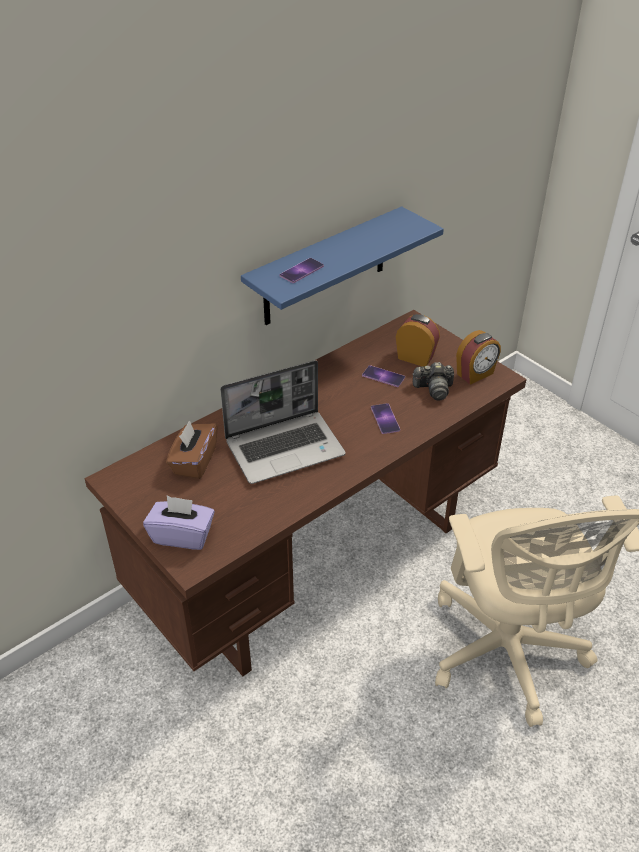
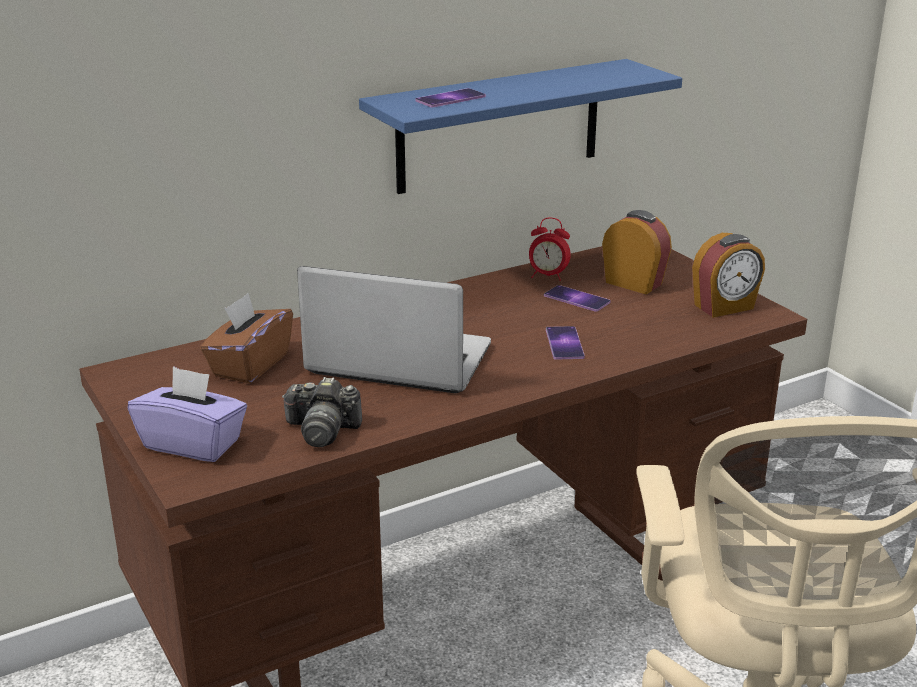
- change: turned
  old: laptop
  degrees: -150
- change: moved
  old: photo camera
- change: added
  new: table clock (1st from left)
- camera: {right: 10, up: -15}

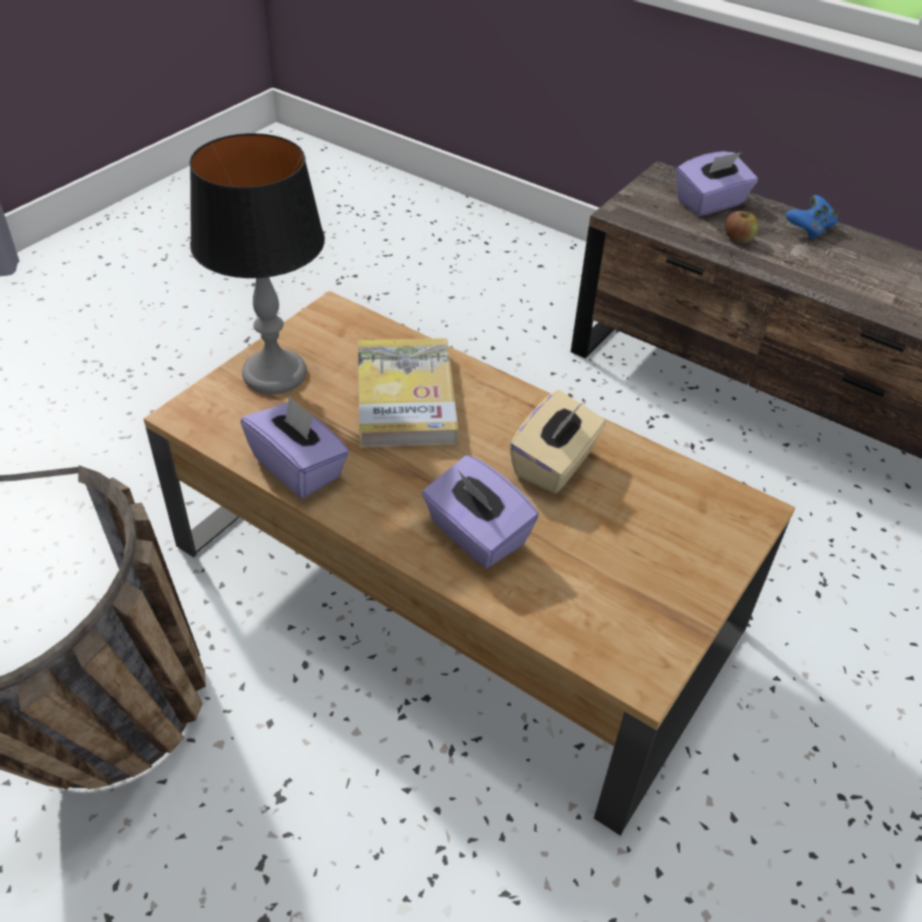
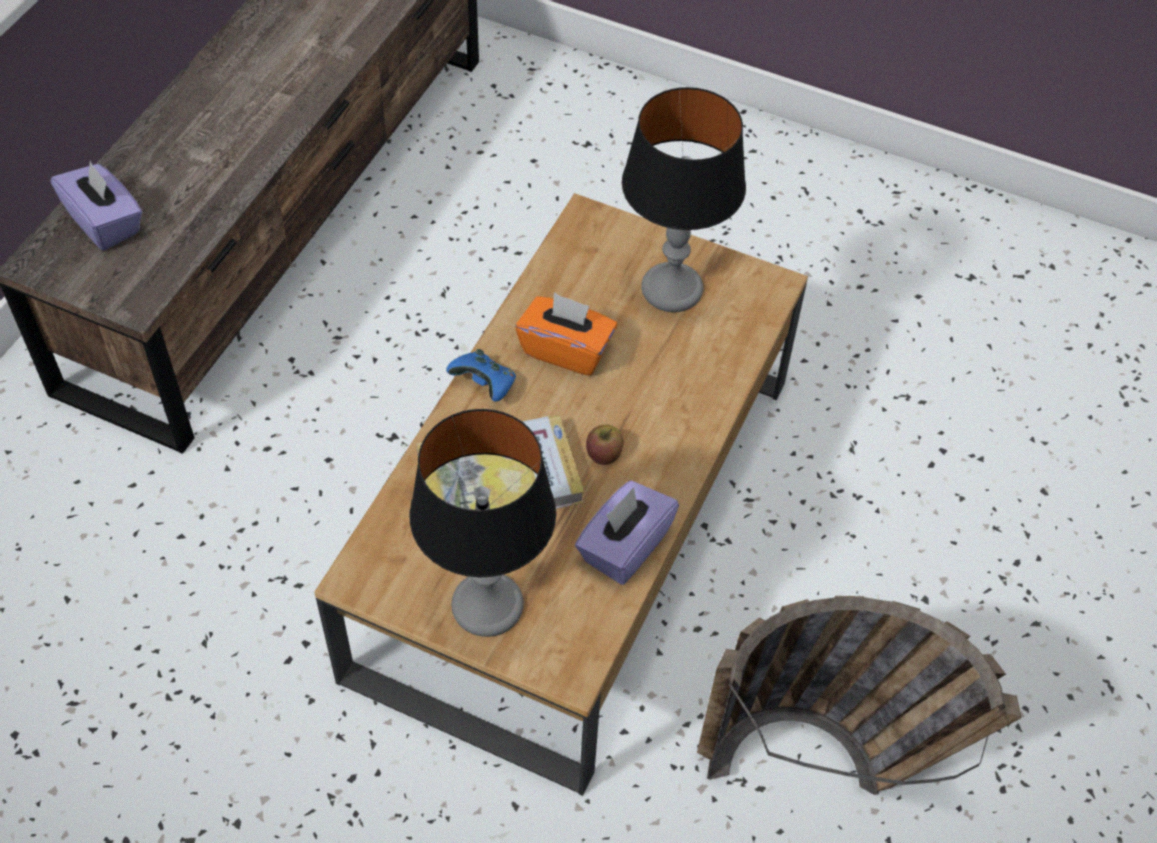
- change: removed
  old: tissue box (purple-coloured) (2nd from left)
- change: recoloured
  old: tissue box (beige)
  new: tissue box (orange)
- change: moved
  old: apple fruit
- change: moved
  old: gamepad (blue-coloured)
- change: added
  new: tabletop lamp (2nd from left)
- camera: {right: -100, up: 10}

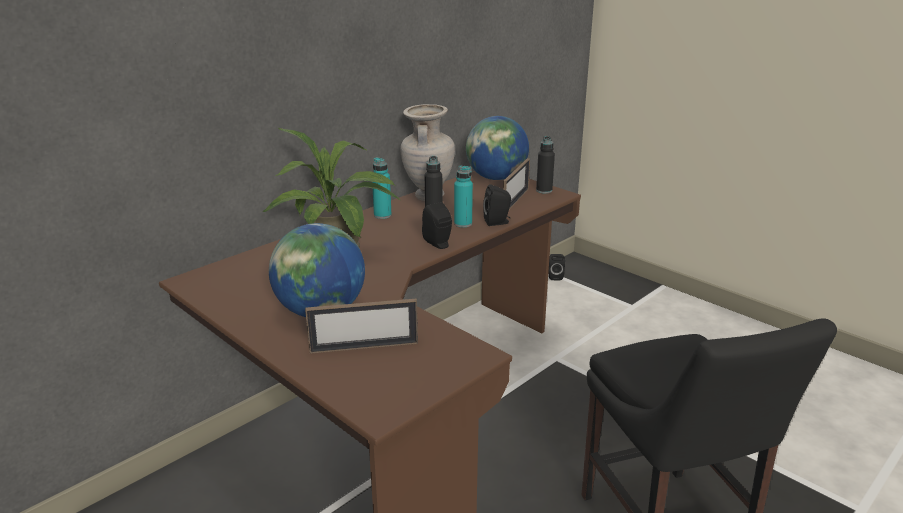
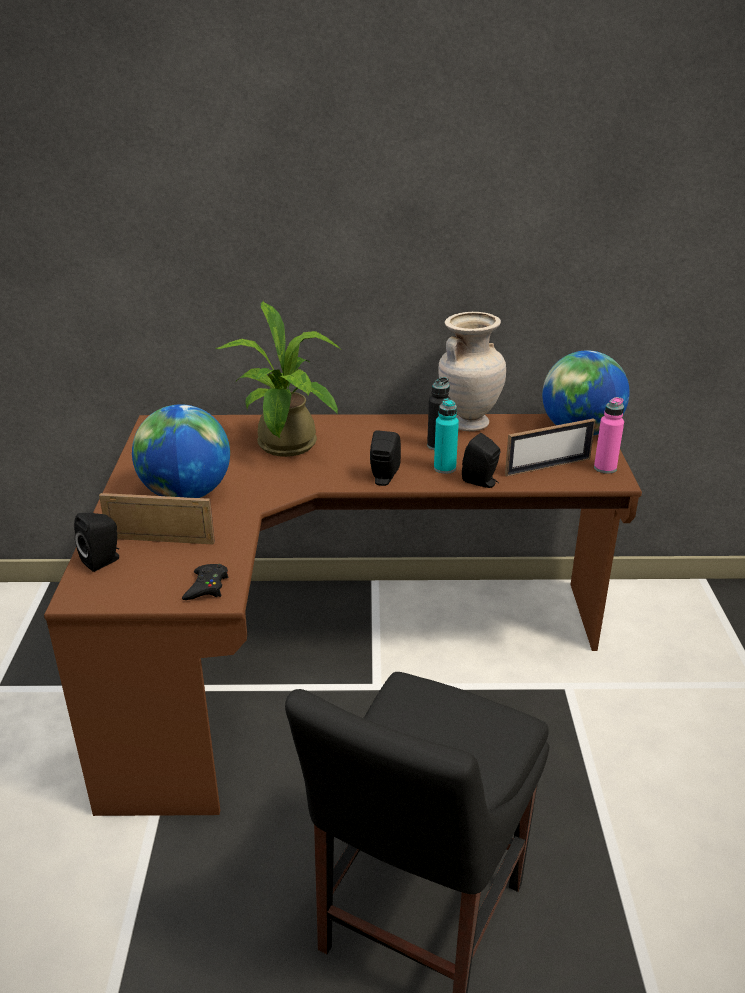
- change: turned
  old: picture frame (1st from left)
  degrees: 150
- change: removed
  old: drink bottle (turquoise) (1st from left)
- change: recoloured
  old: drink bottle (black) (2nd from left)
  new: drink bottle (pinkish)
- change: moved
  old: speaker (black) (3rd from left in the first image)
  new: speaker (black) (1st from left)
- change: added
  new: gamepad (black)
- camera: {right: 45, up: 5}

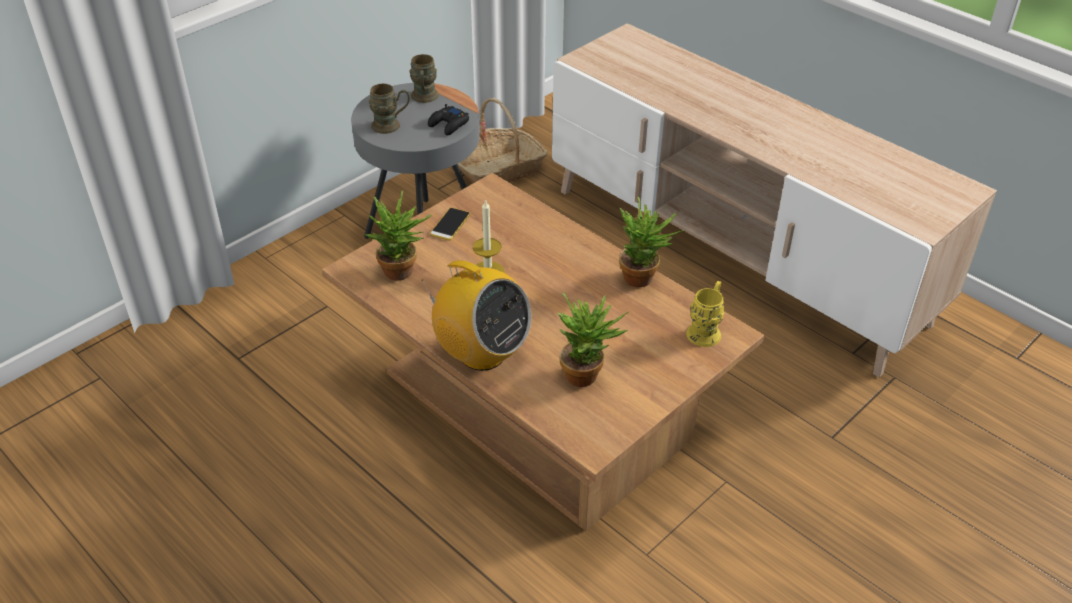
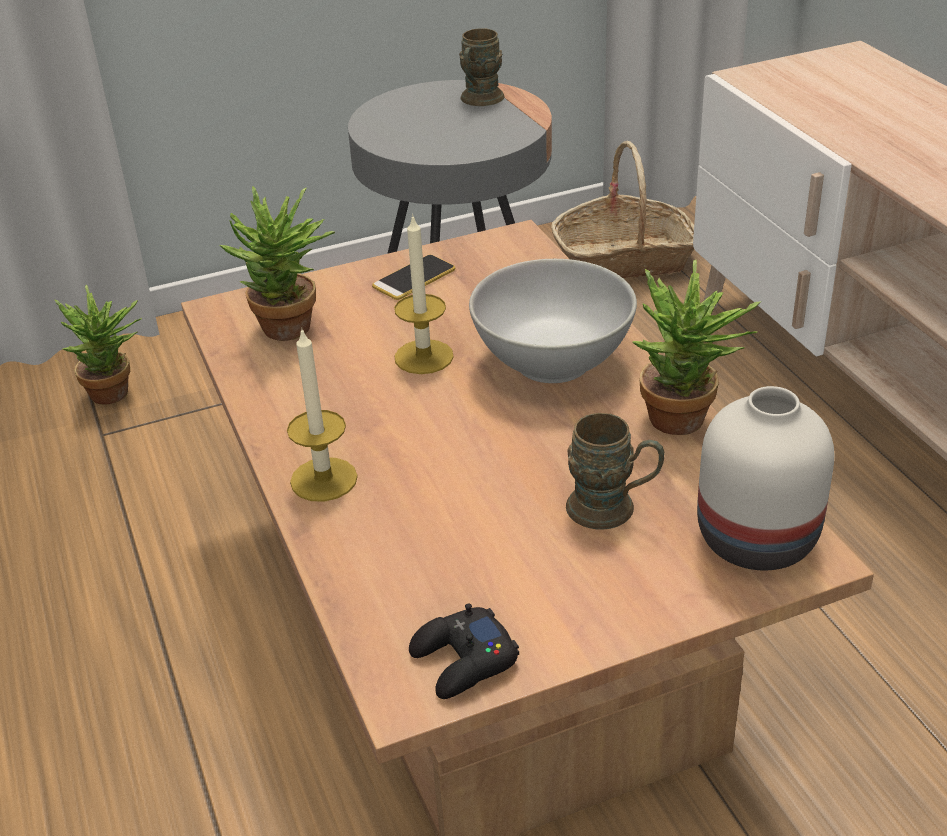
- change: moved
  old: coffee mug (brown) (1st from left in the first image)
  new: coffee mug (brown) (2nd from left)
- change: replaced
  old: radio set
  new: wax light (1st from left)
- change: moved
  old: gamepad (black)
- change: moved
  old: houseplant (2nd from left in the first image)
  new: houseplant (1st from left)
- change: replaced
  old: coffee mug (yellow)
  new: flower vase (white-coloured)
- change: added
  new: bowl (white-coloured)
- camera: {right: 25, up: -5}

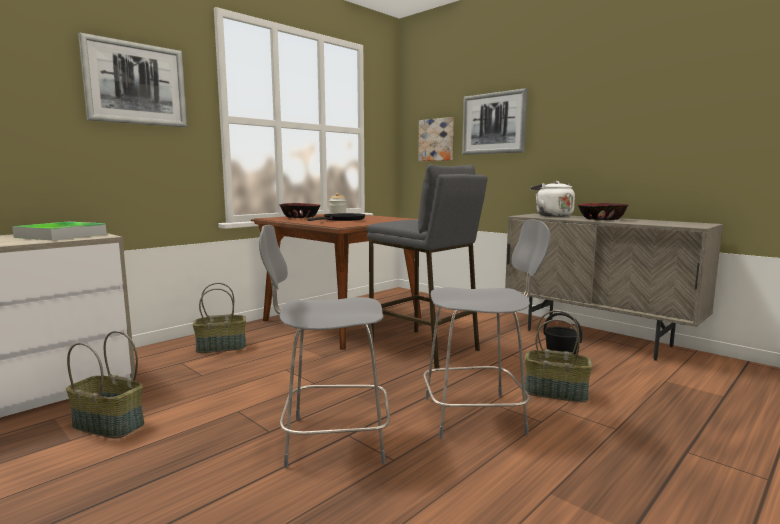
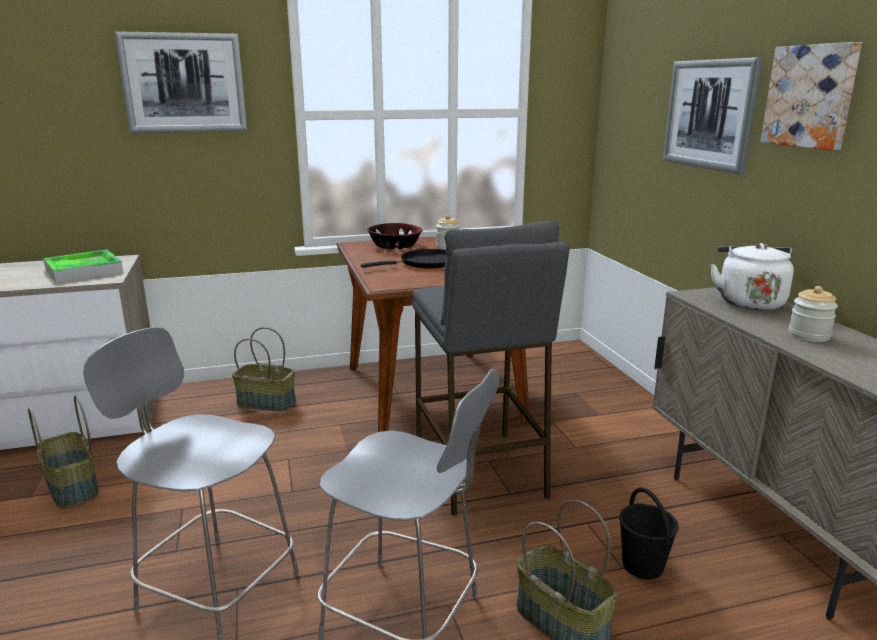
- change: moved
  old: picture (2nd from left in the first image)
  new: picture (3rd from left)
- change: replaced
  old: bowl (2nd from left)
  new: preserve jar (2nd from left)
- camera: {right: 30, up: 10}

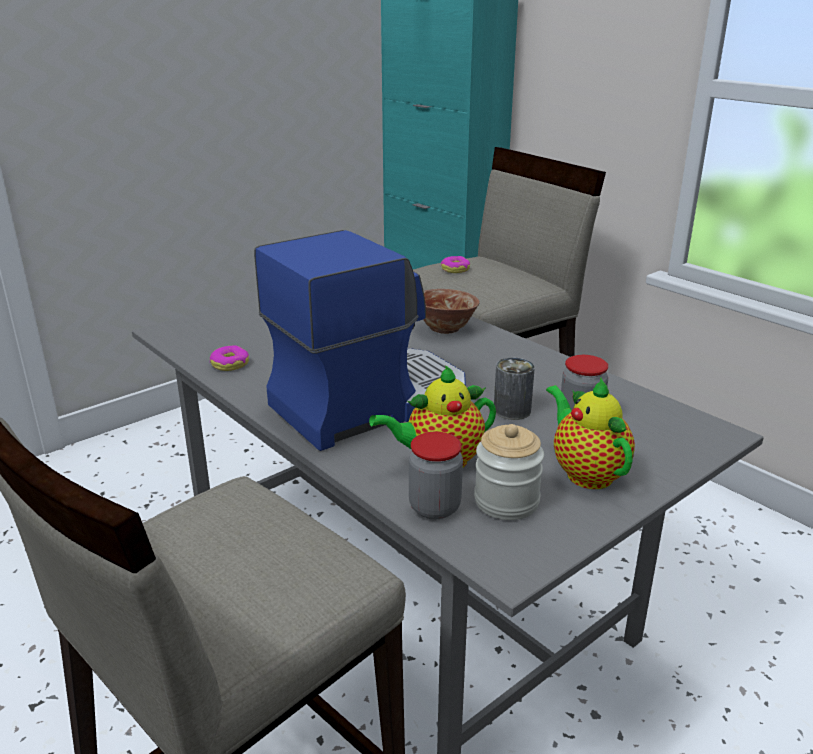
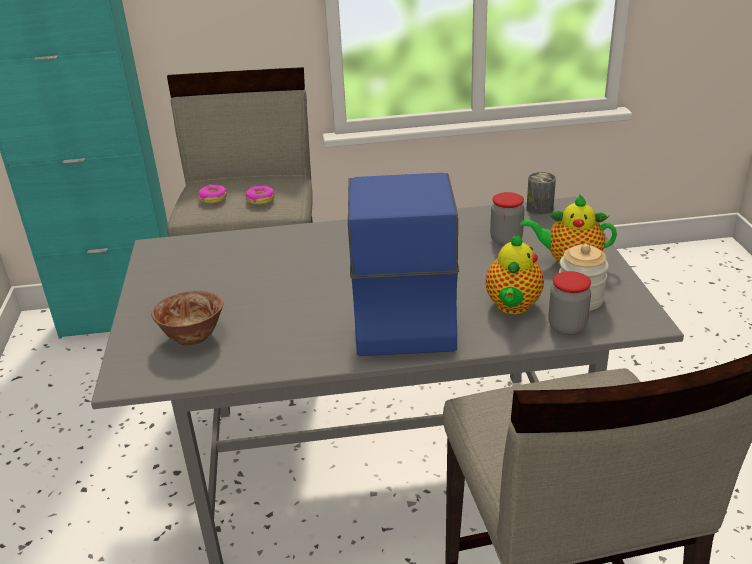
- change: moved
  old: ring doughnut (1st from left in the first image)
  new: ring doughnut (2nd from left)
- change: moved
  old: bowl
- change: moved
  old: sealed can
- camera: {right: -55, up: 5}

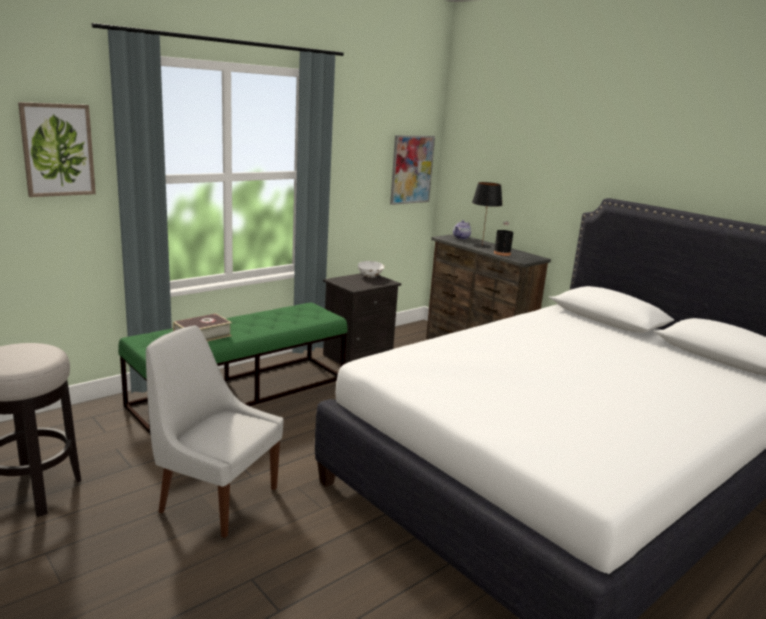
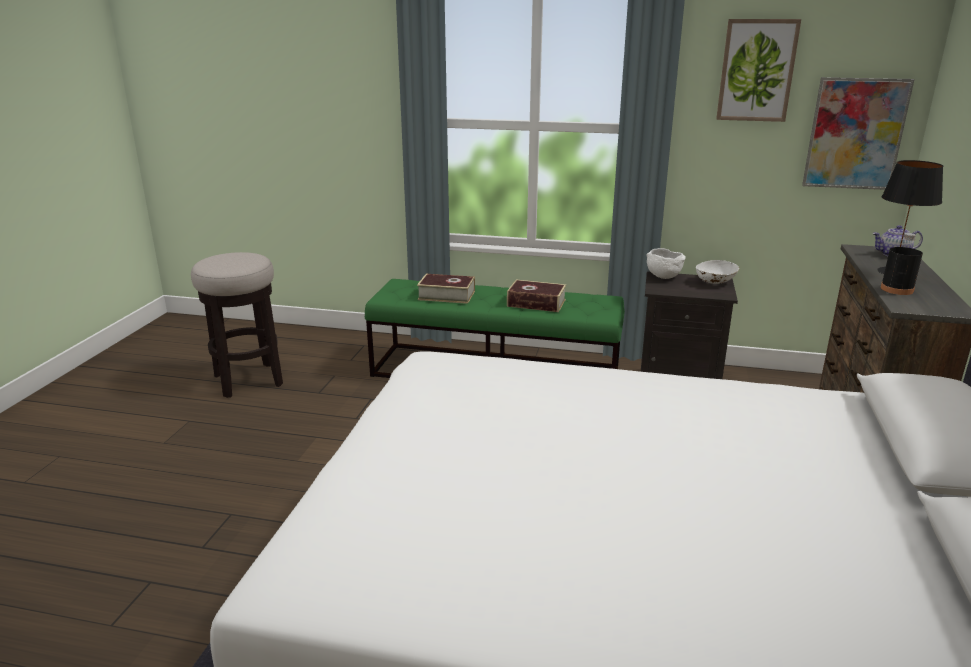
- change: moved
  old: picture (1st from left)
- change: removed
  old: chair (white-coloured)
- change: added
  new: bound book (2nd from left)
- change: added
  new: bowl (white-coloured) (1st from left)
- camera: {right: 55, up: 5}

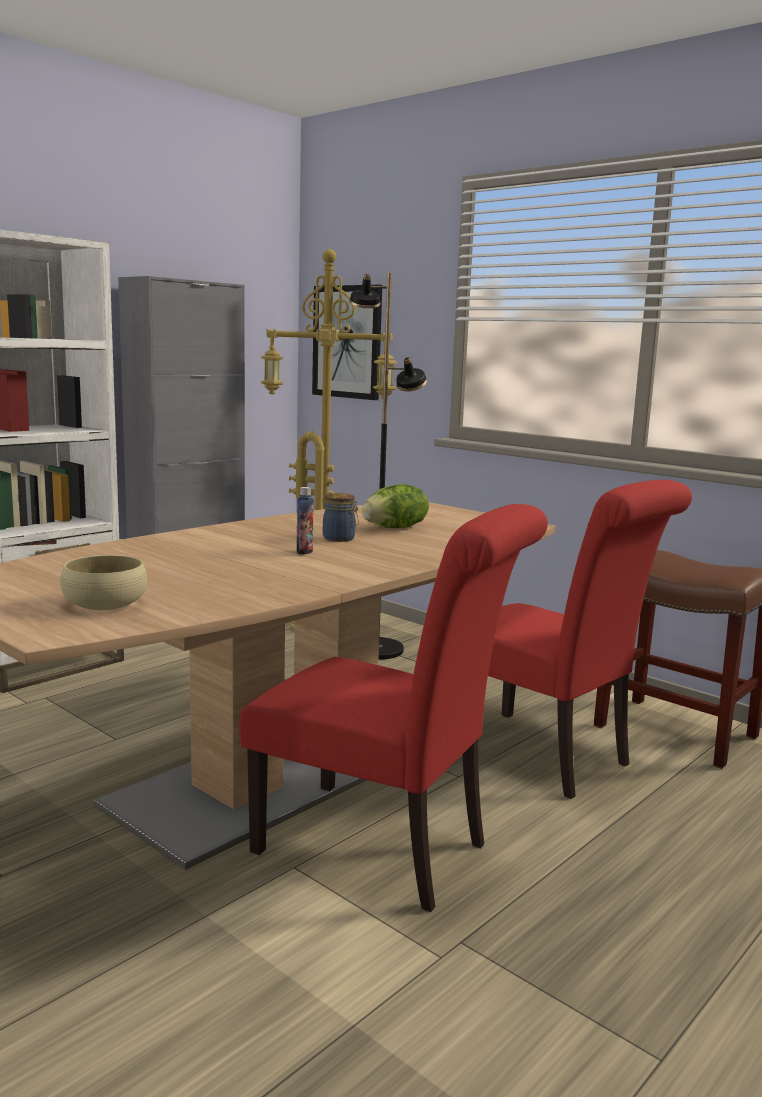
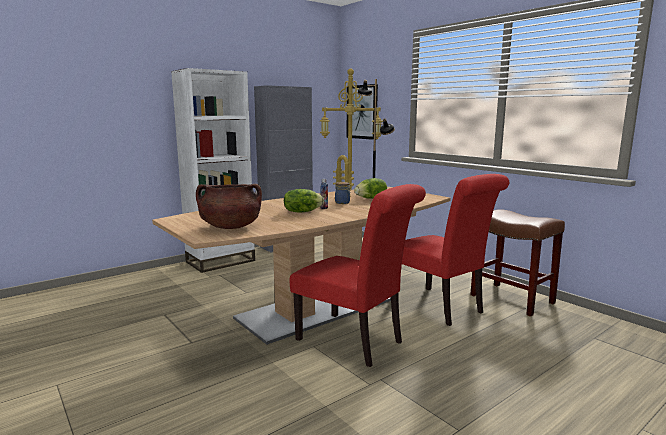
- change: replaced
  old: bowl (beige)
  new: stockpot (brown)
- change: added
  new: head of lettuce (1st from left)
- camera: {right: 10, up: 0}

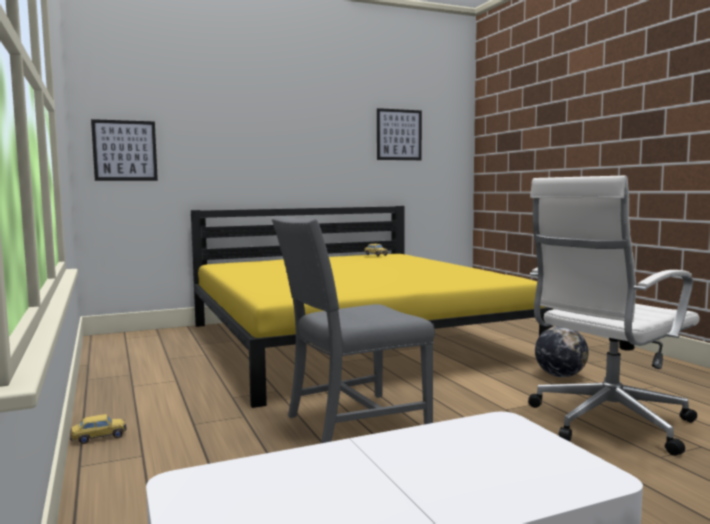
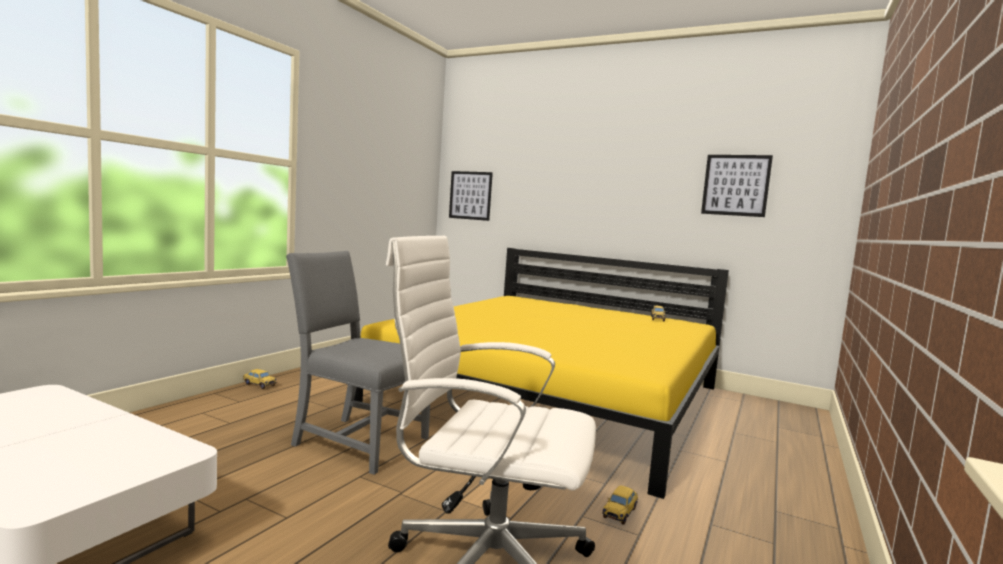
- change: replaced
  old: desk globe
  new: miniature car (2nd from left)
- camera: {right: 50, up: 0}

